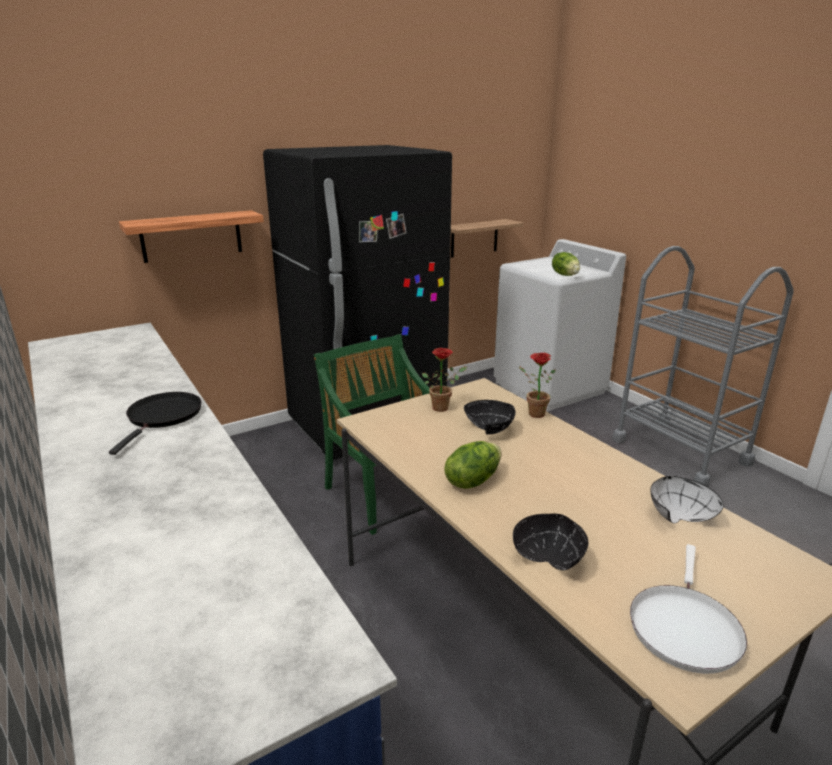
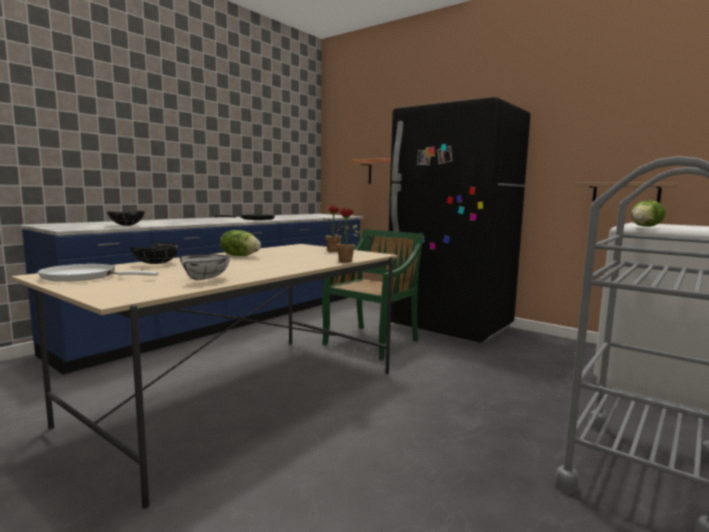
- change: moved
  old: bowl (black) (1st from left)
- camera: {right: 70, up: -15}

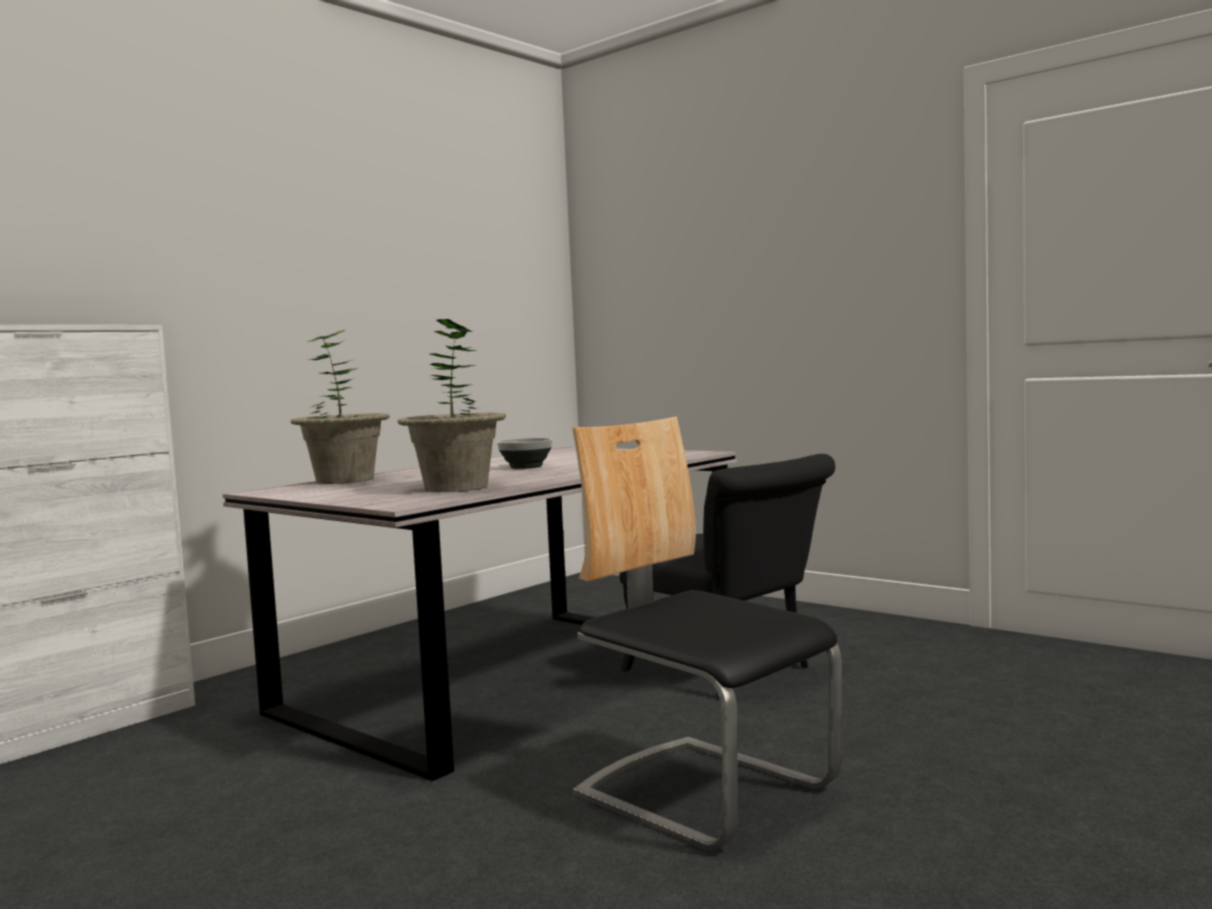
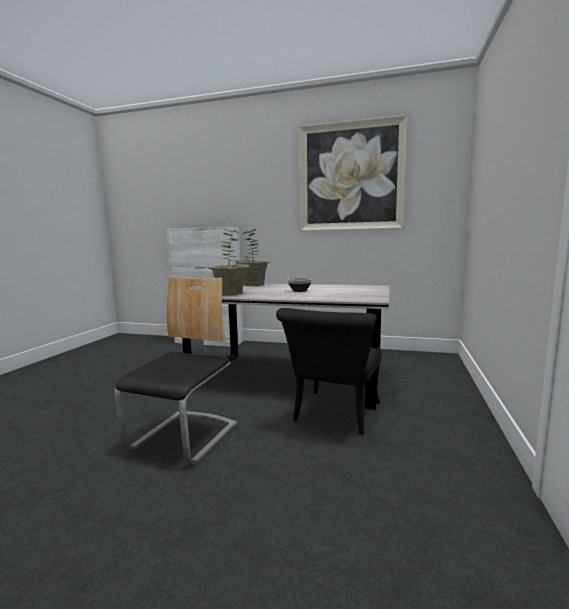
- change: added
  new: picture
- camera: {right: 65, up: 5}

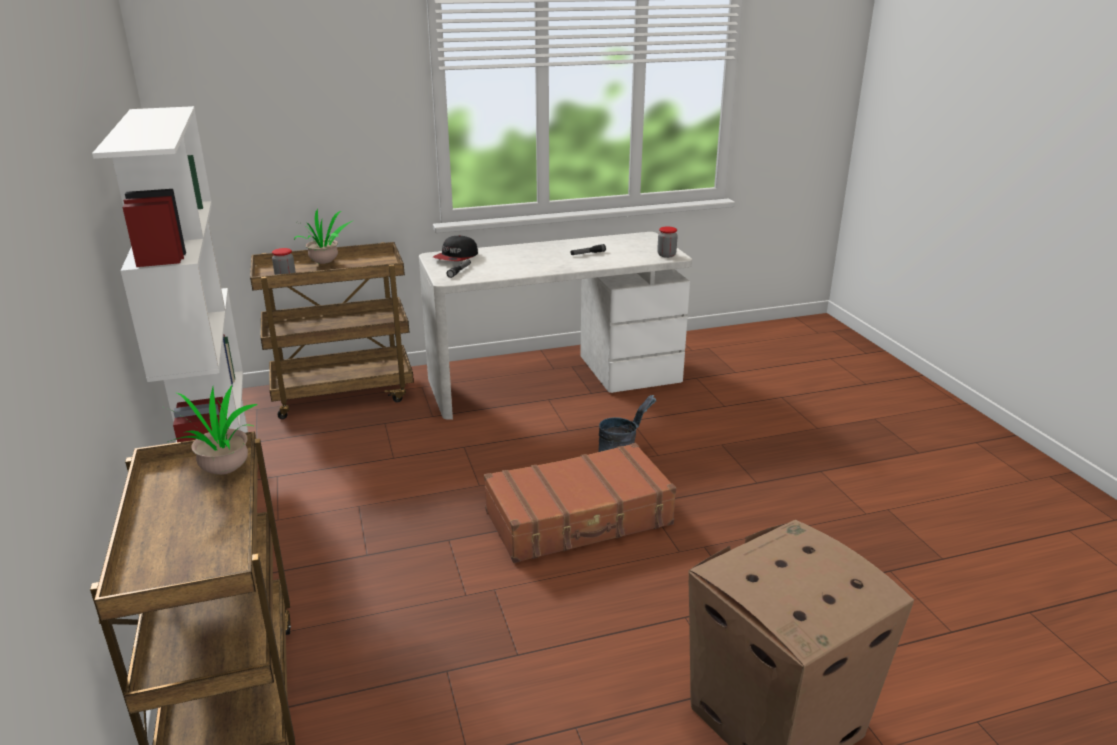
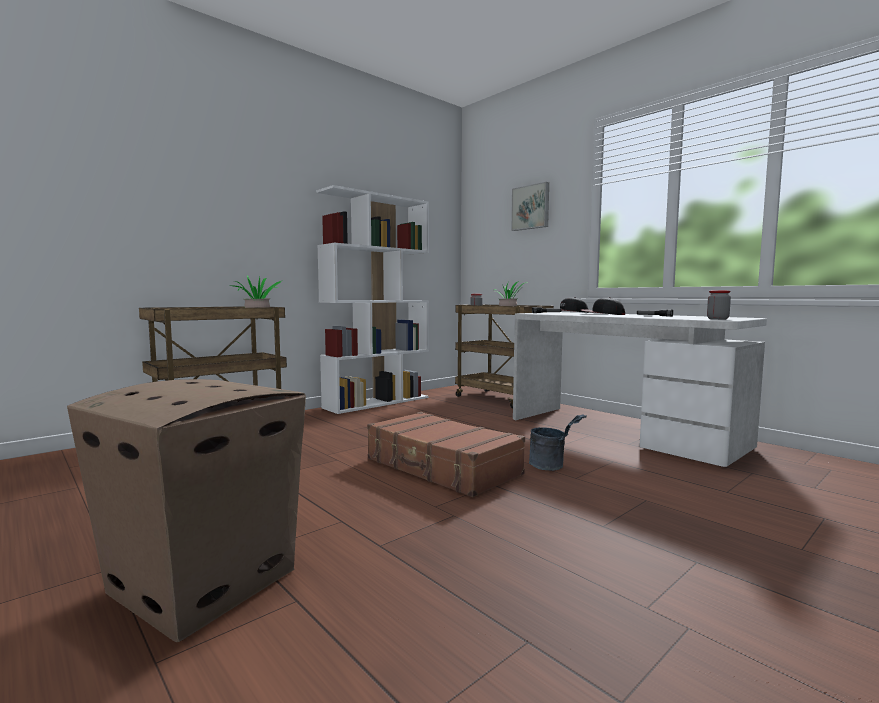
- change: added
  new: picture
- change: added
  new: peaked cap (2nd from left)
- camera: {right: 65, up: -20}

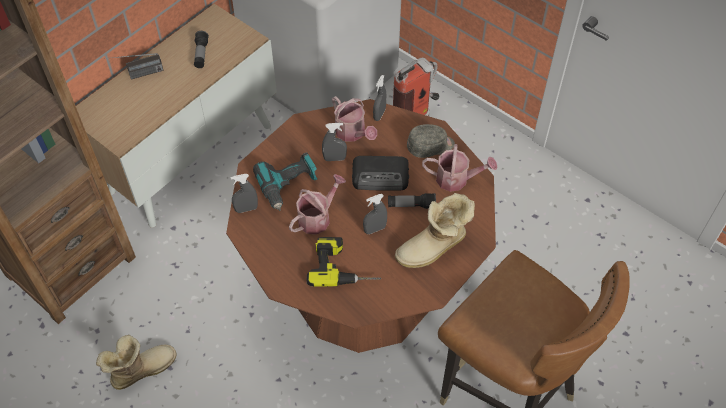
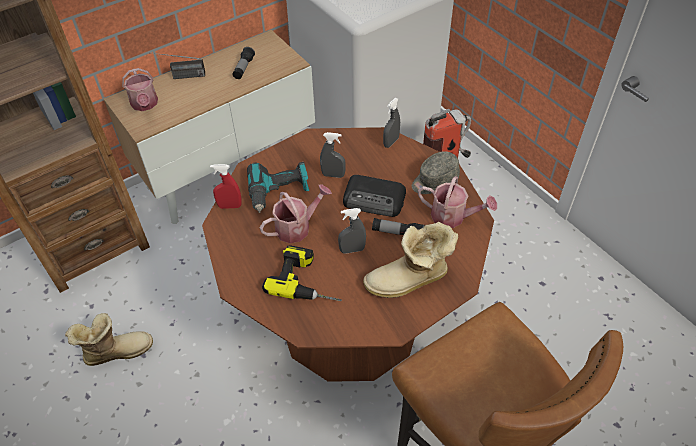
- change: recoloured
  old: sprayer (gray) (1st from left)
  new: sprayer (red-coloured)
- change: moved
  old: watering pot (2nd from left in the first image)
  new: watering pot (1st from left)
- change: turned
  old: peaked cap (gray)
  degrees: 150
- camera: {right: 15, up: -5}

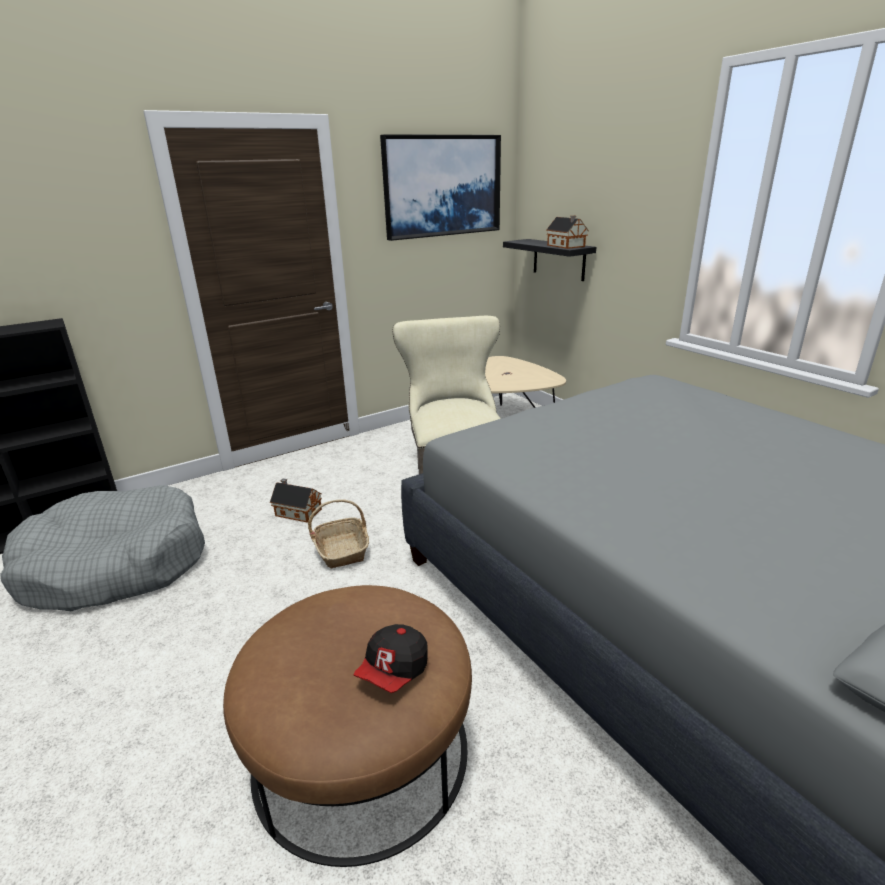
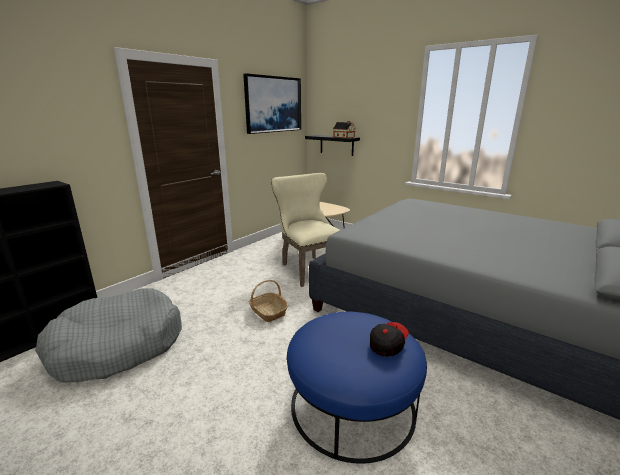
- change: recoloured
  old: ottoman (brown)
  new: ottoman (blue-coloured)
- change: removed
  old: miniature house (1st from left)
- change: turned
  old: peaked cap
  degrees: -150
- camera: {right: -20, up: -5}

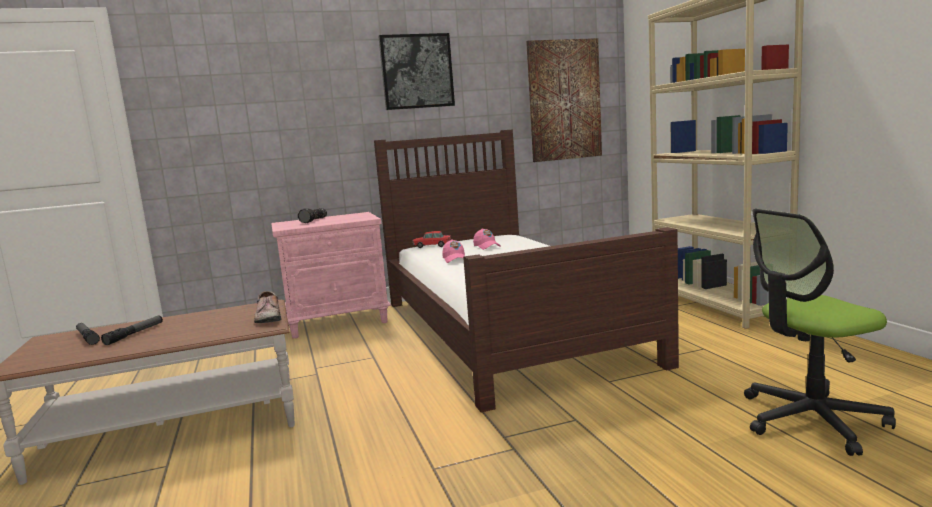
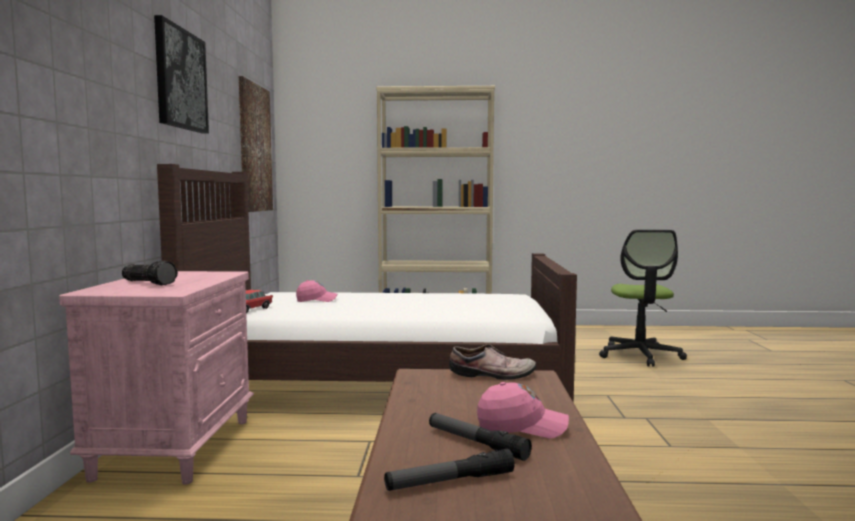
- change: moved
  old: peaked cap (pinkish) (1st from left in the first image)
  new: peaked cap (pinkish) (2nd from left)
- camera: {right: -70, up: -5}

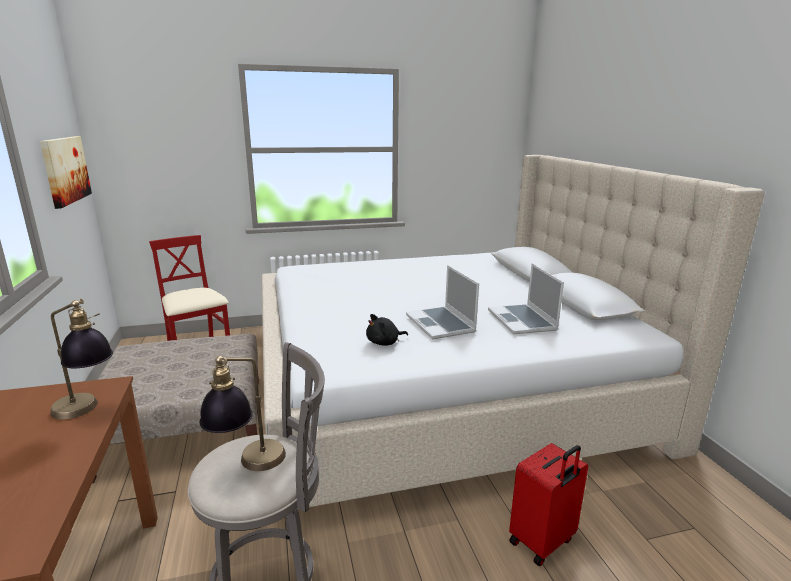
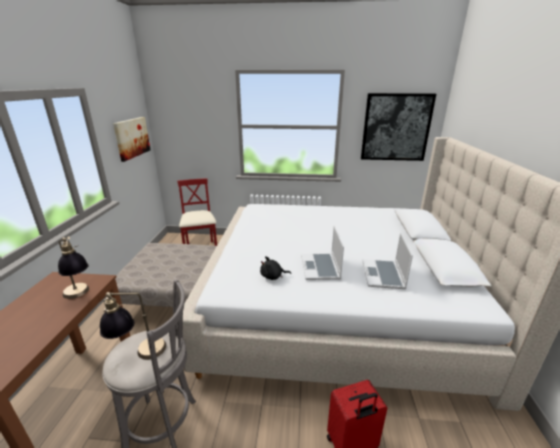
- change: added
  new: picture (2nd from left)
- camera: {right: 20, up: 5}

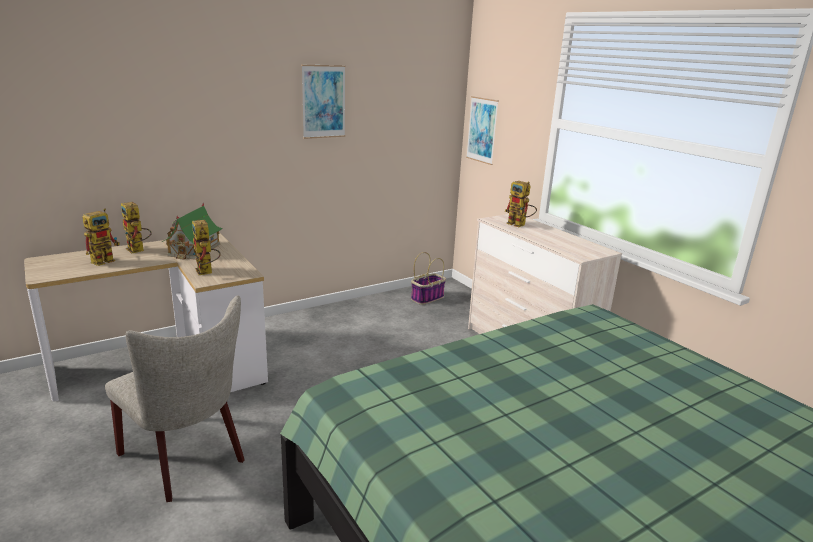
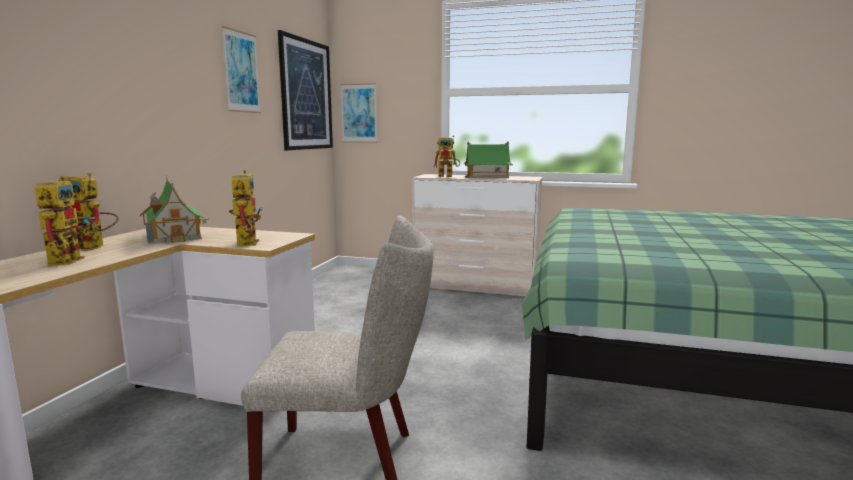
- change: turned
  old: robot figure (3rd from left)
  degrees: -120
- change: removed
  old: basket
- change: added
  new: picture (2nd from left)
- change: added
  new: miniature house (2nd from left)
- camera: {right: -40, up: -10}

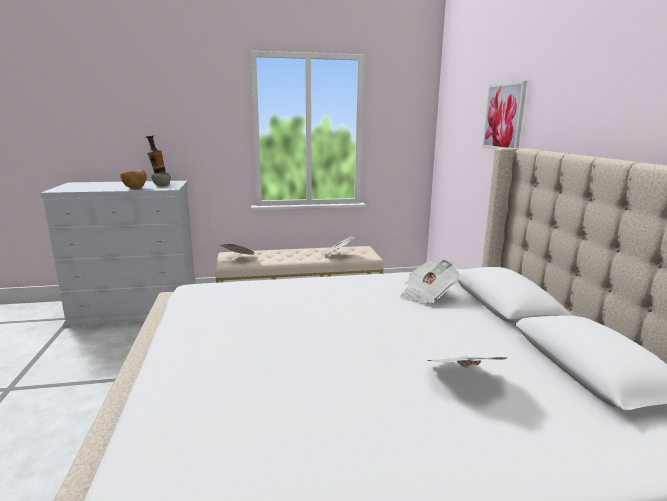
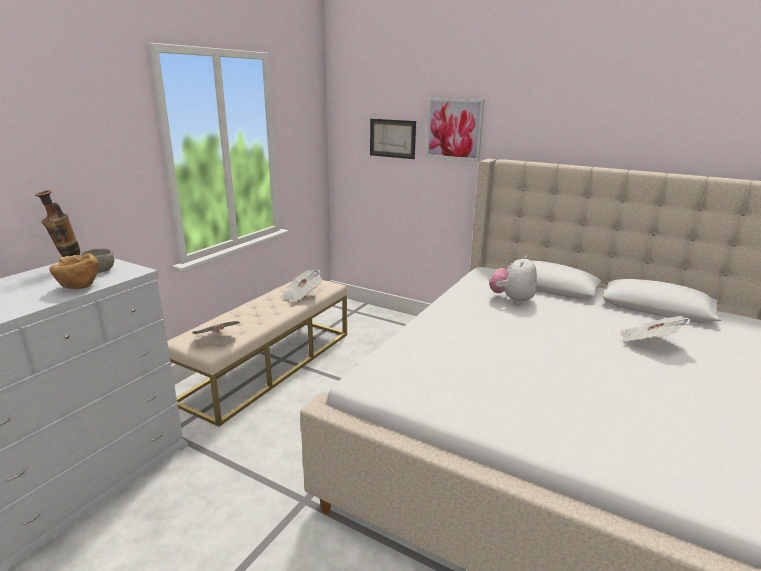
- change: replaced
  old: daily paper (3rd from left)
  new: soft toy
- change: added
  new: picture (1st from left)
- camera: {right: -50, up: 5}

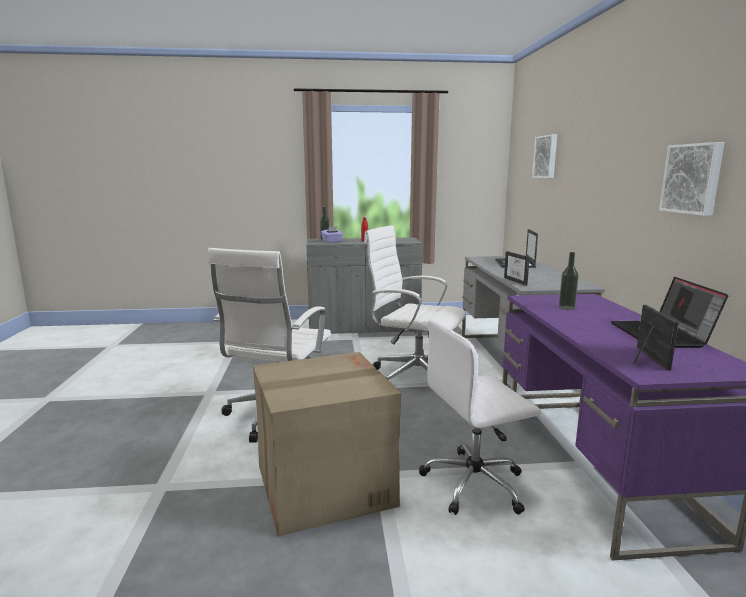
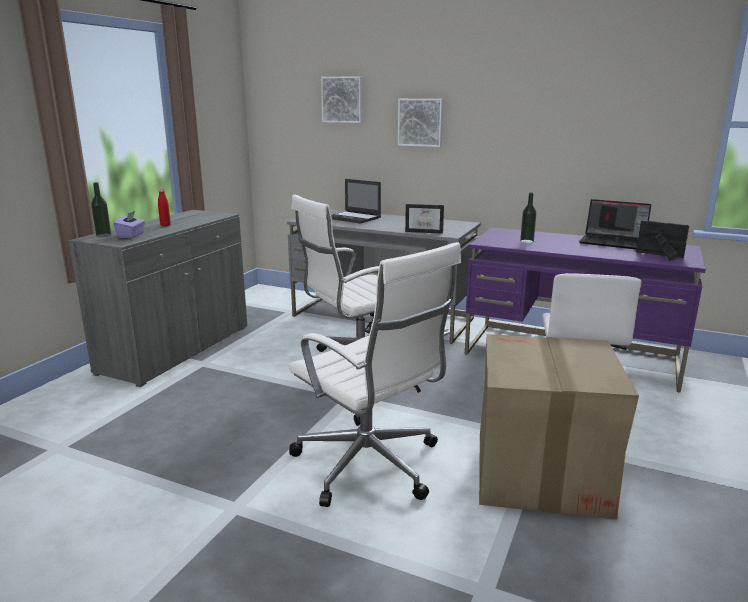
- change: moved
  old: picture (2nd from left)
- camera: {right: -60, up: 5}

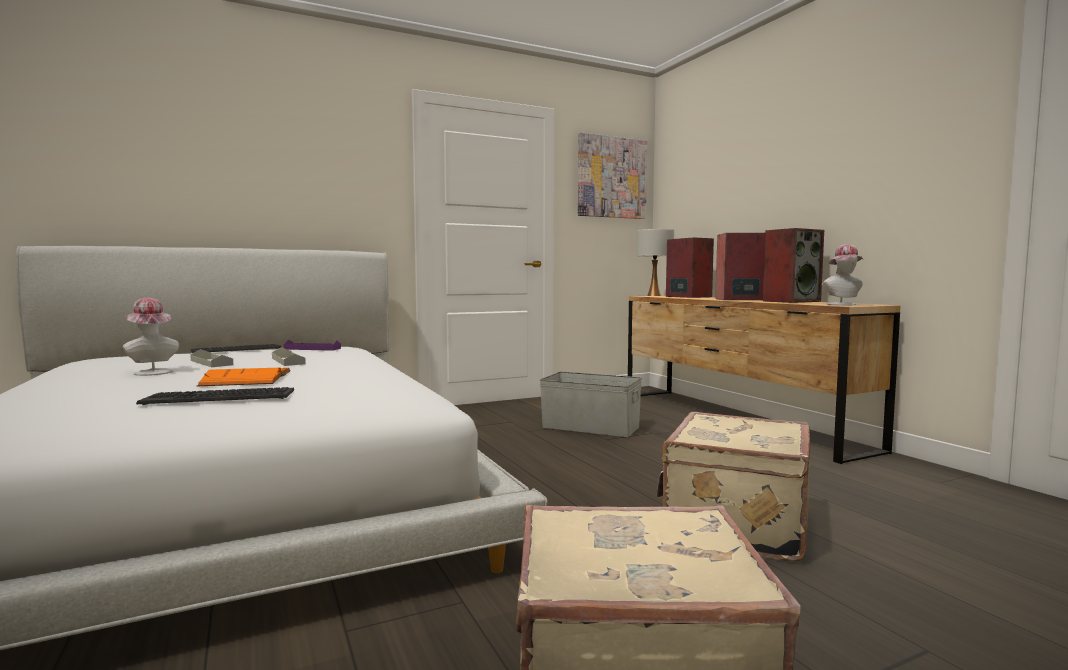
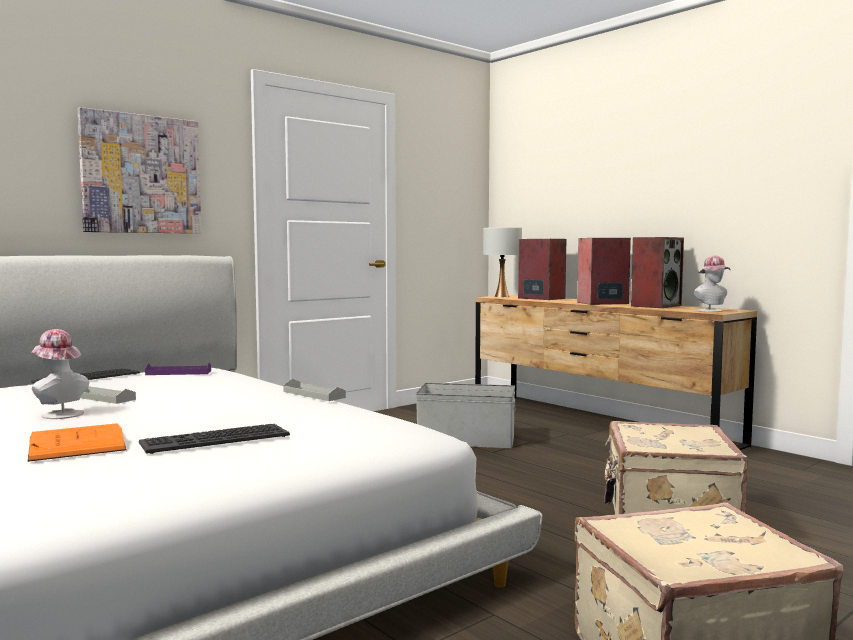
- change: moved
  old: bound book (orange)
- change: moved
  old: serving tray (gray) (2nd from left)
- change: moved
  old: picture
- camera: {right: -15, up: 0}

